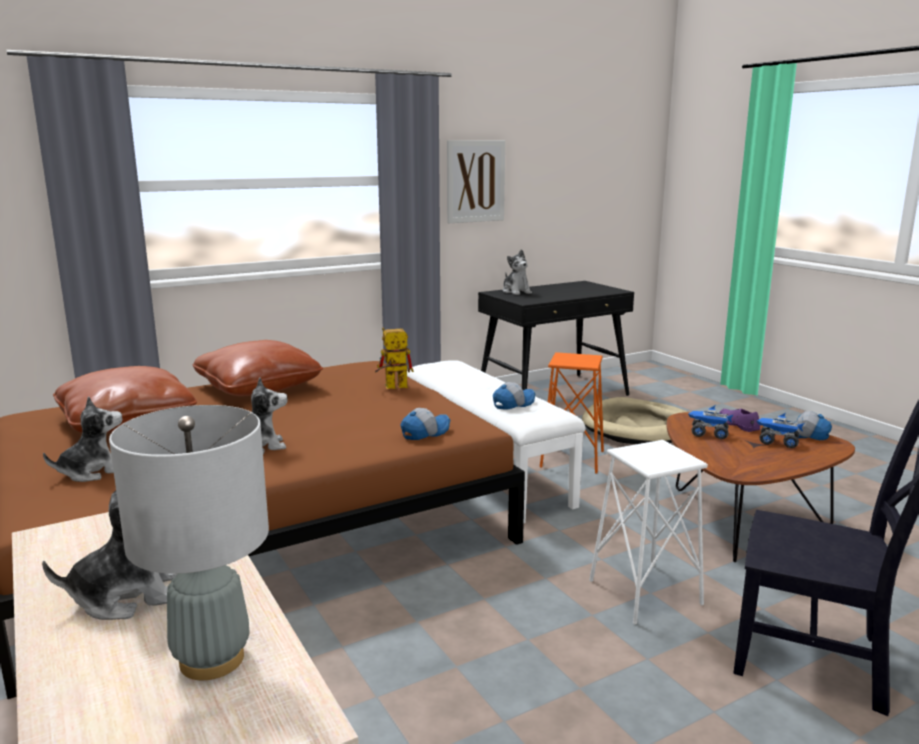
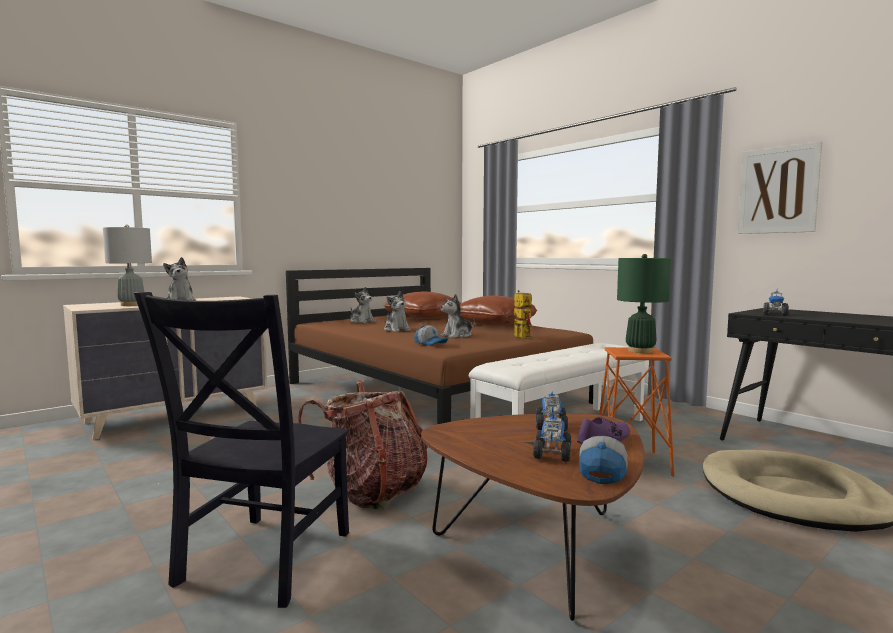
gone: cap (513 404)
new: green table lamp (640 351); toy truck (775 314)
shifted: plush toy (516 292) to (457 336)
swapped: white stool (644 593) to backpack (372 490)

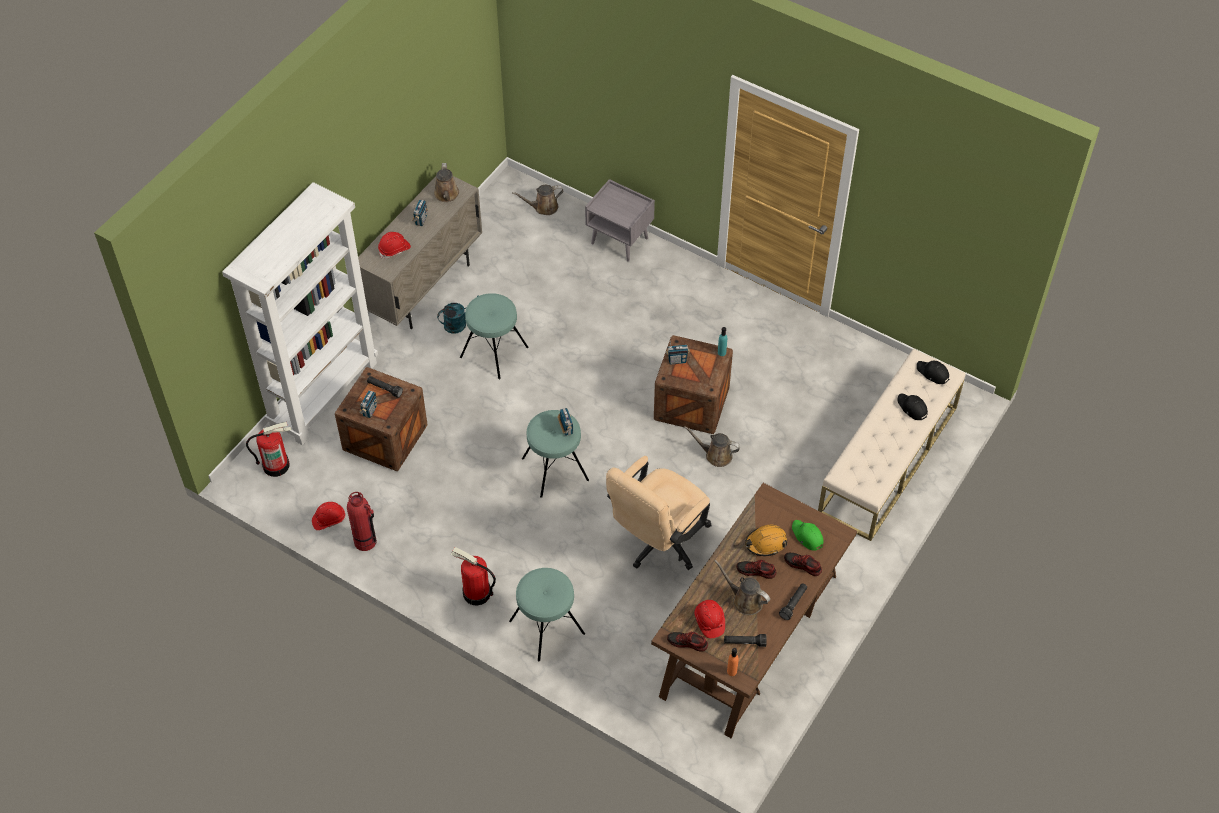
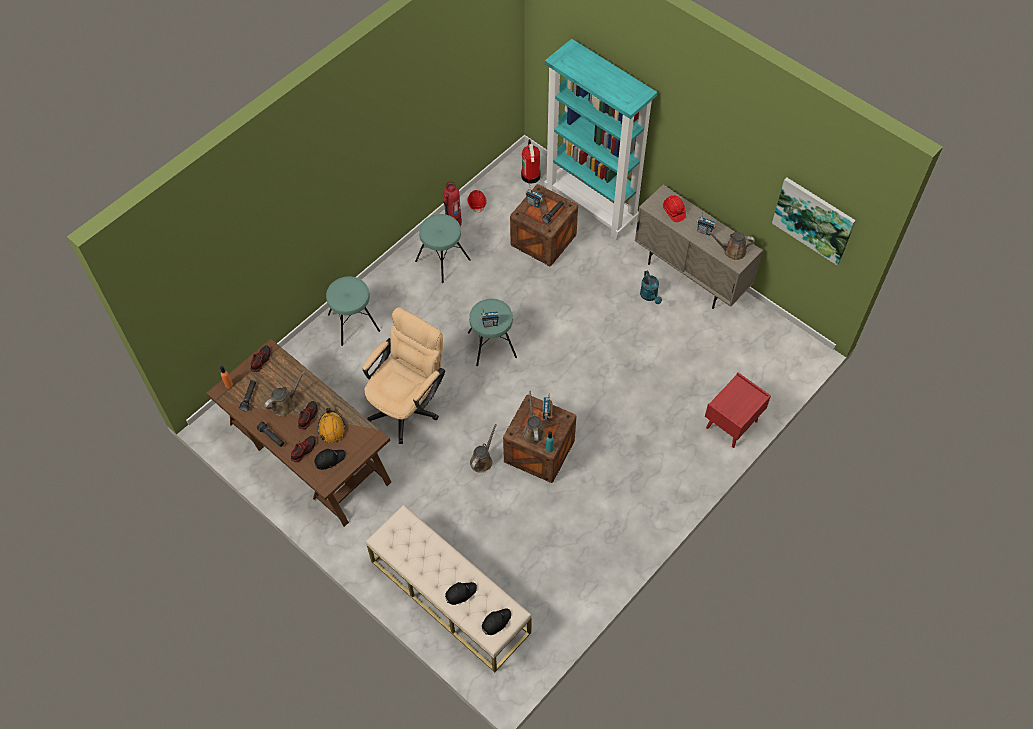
gone: fire extinguisher (476 593); red hard hat (709 621)
new: picture (813 220)
shifted: turquoise stool (494 352) to (442 260); brown watering can (543 207) to (533 431)
repainted: white bookcase (324 393) to turquoise bookcase (592 206); grey nightstand (620 241) to red nightstand (731 425); green cap (807 536) to black cap (329 459)
rotated: beige office chair (658 542) = (408 405) 75 degrees clockwise

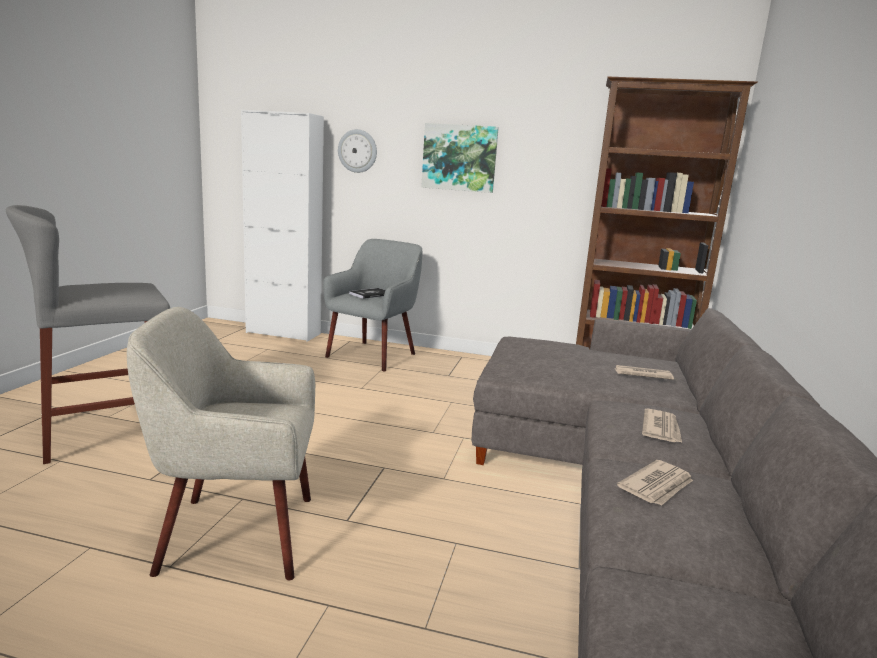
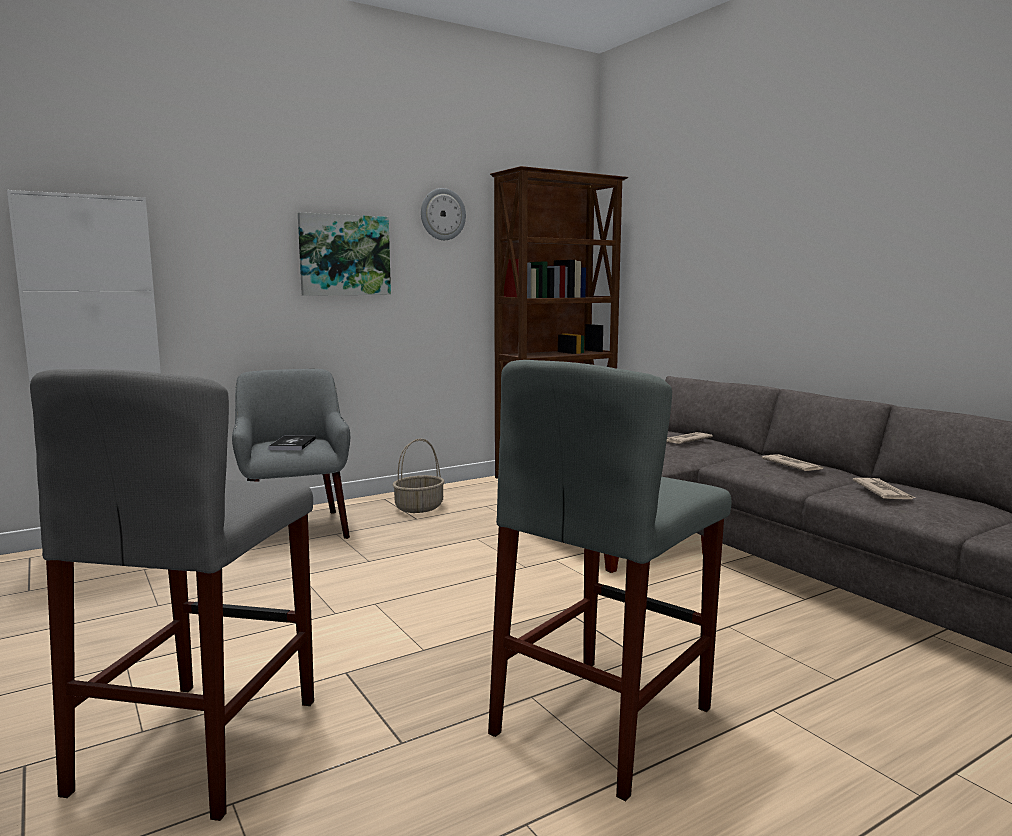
new: basket (419 508)
shifted: wall clock (357 151) to (442 214)
swapped: beige armchair (236 534) to grey stool (603 720)

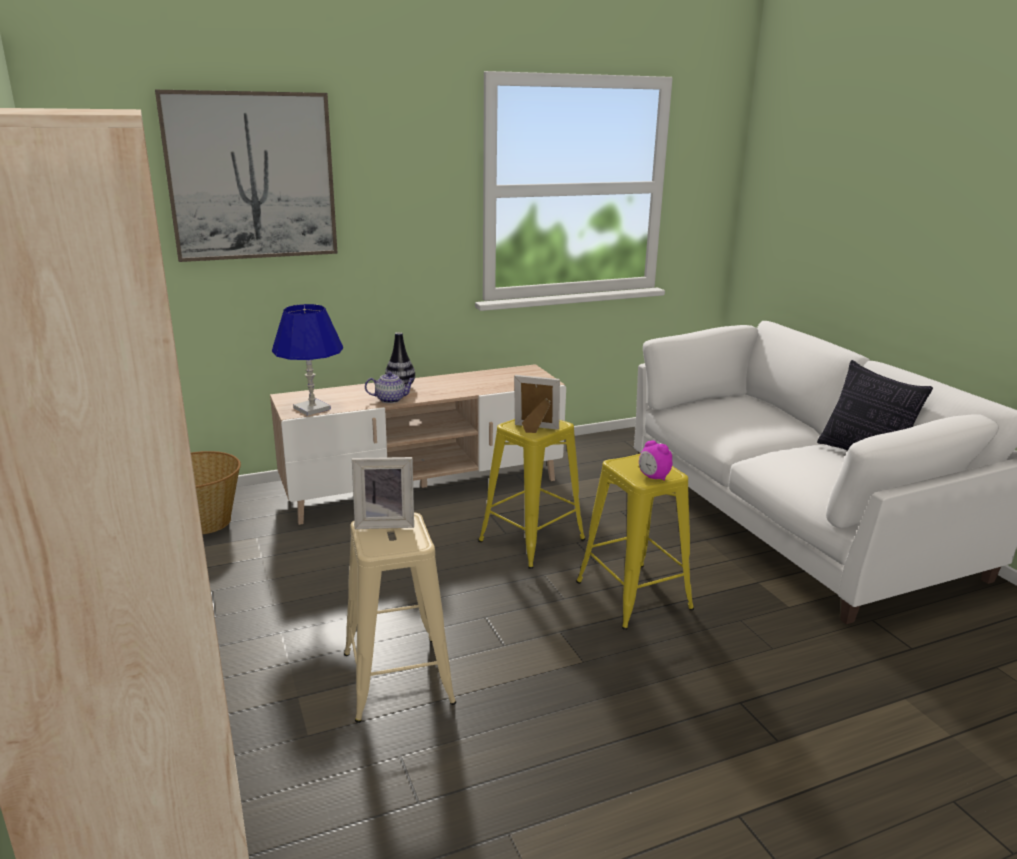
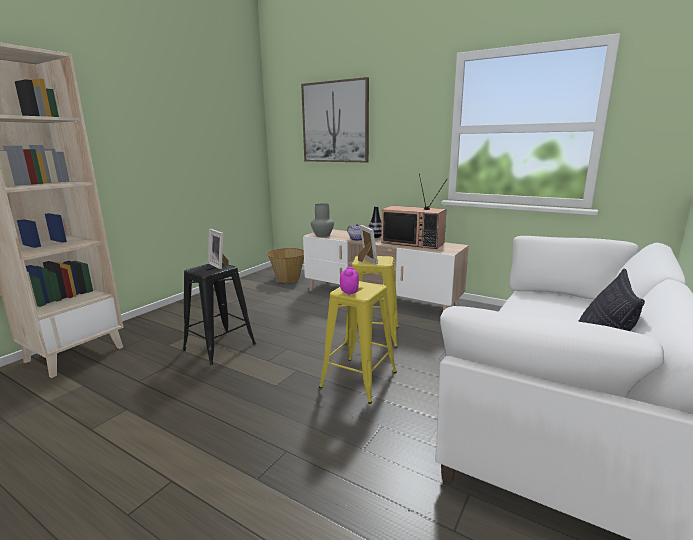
new: television (414 242)
swapped: blue table lamp (312 409) to grey vase (323 235)
repainted: beige stool (397 677) to black stool (219 347)

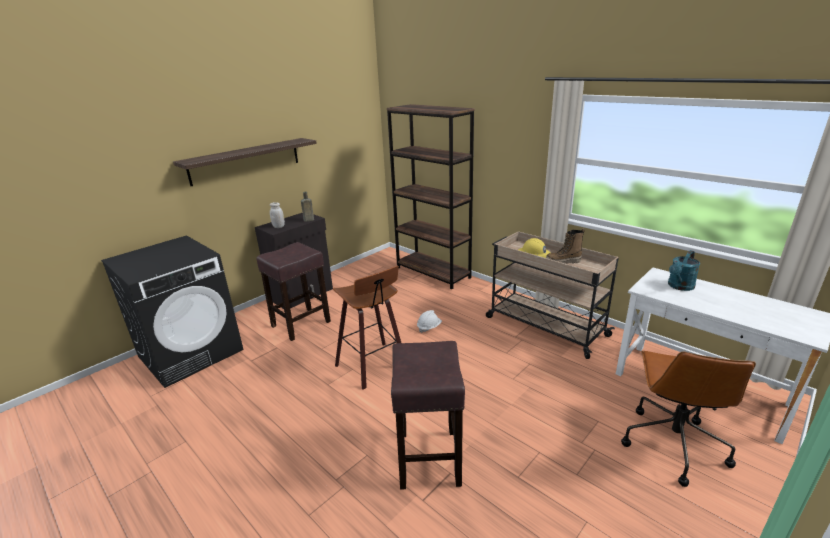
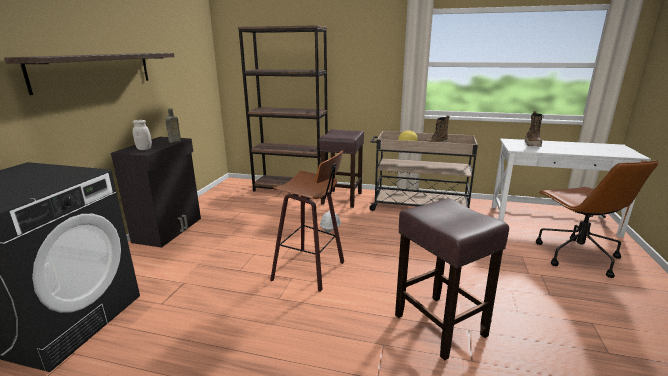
shifted: brown stool (302 323) to (342 198)
swapped: turquoise watering can (679 287) to boot (532 144)

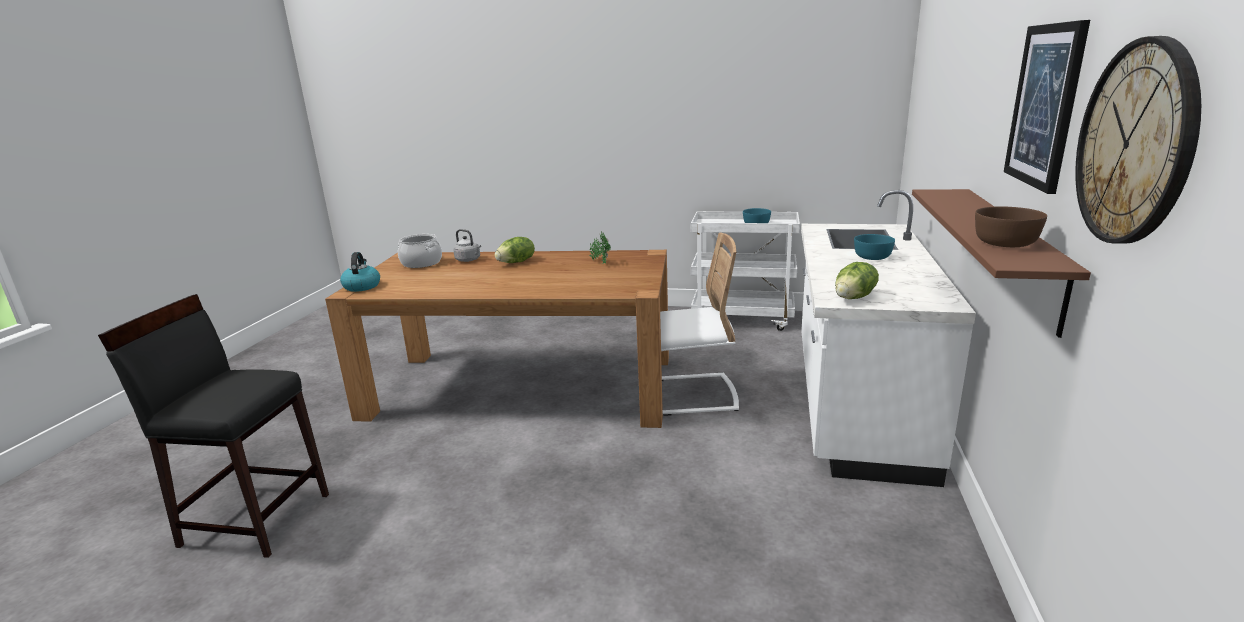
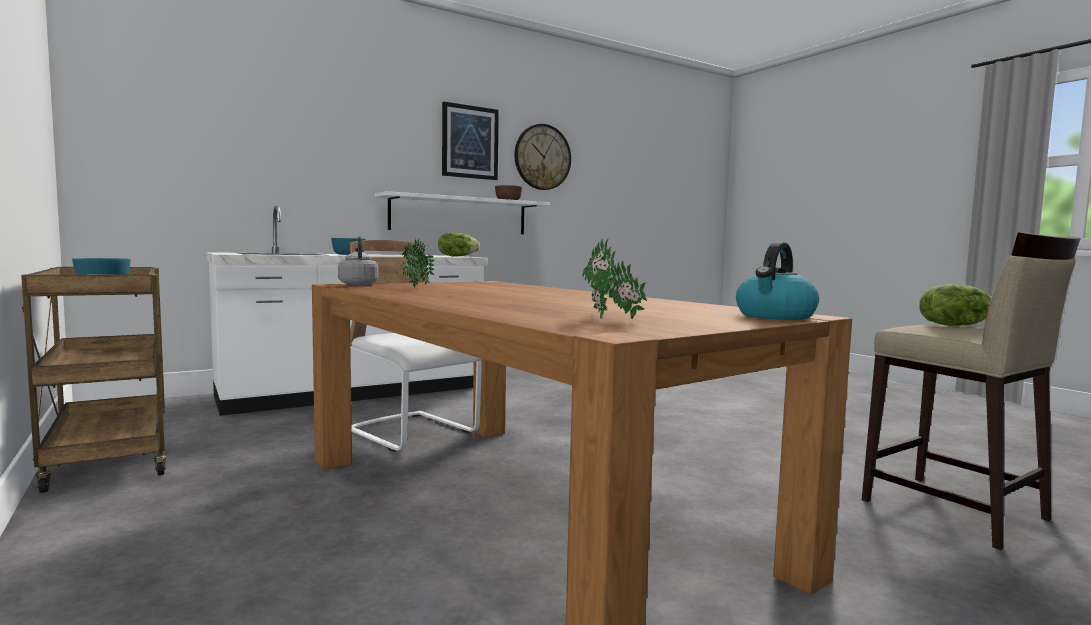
shifted: grey kettle (469 260) to (358 284); lettuce (517 262) to (954 325)
swapped: cooking pot (421 263) to potted plant (611 320)
repainted: black stool (256 518) to beige stool (954 510); white cart (743 319) to brown cart (107 457); brown shelf (1010 252) to white shelf (459 215)

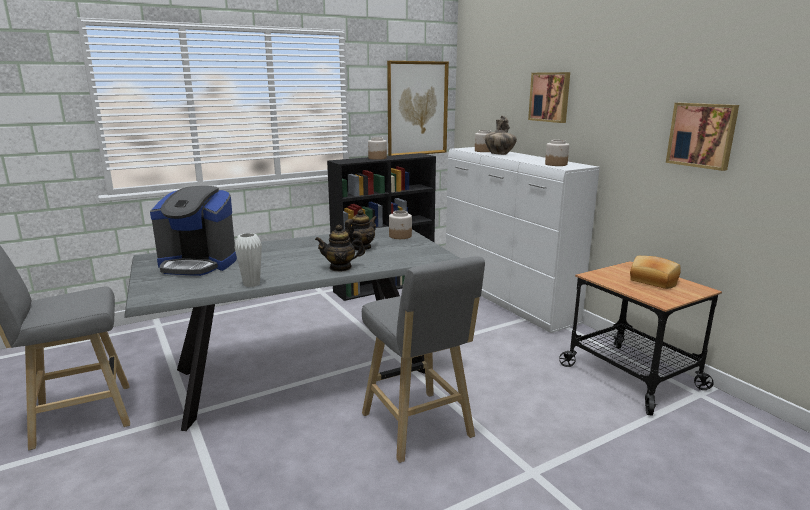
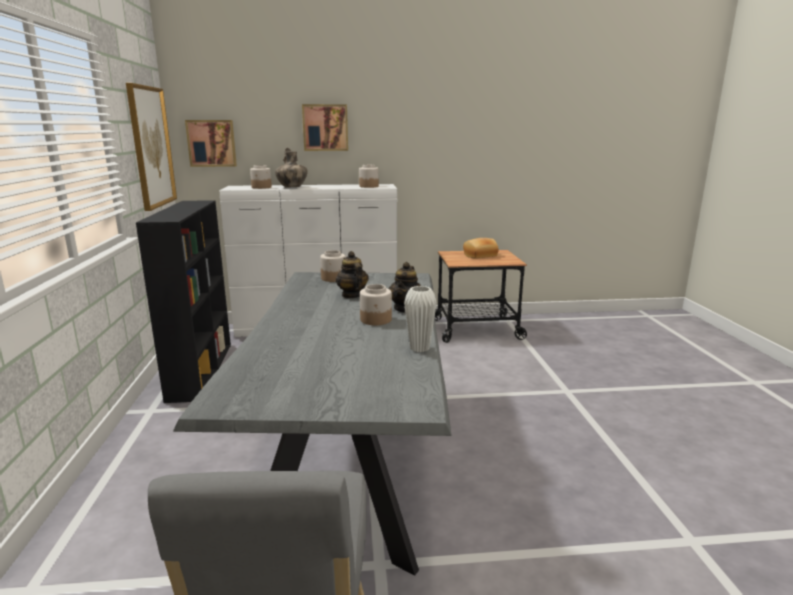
gone: coffee machine (198 264); grey stool (419 428)
shifted: jar (377 158) to (376 320); picture (702 135) to (212 143)

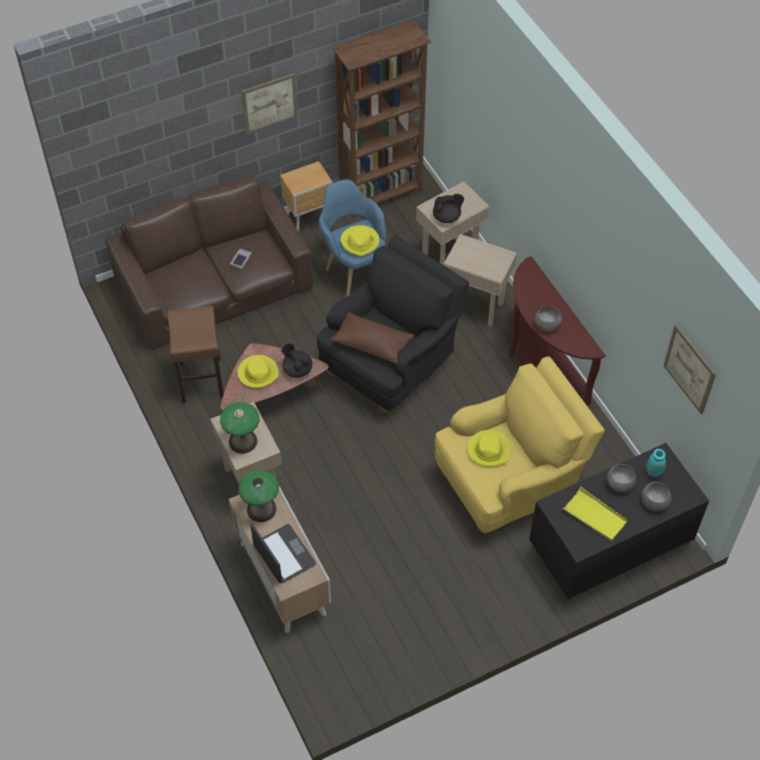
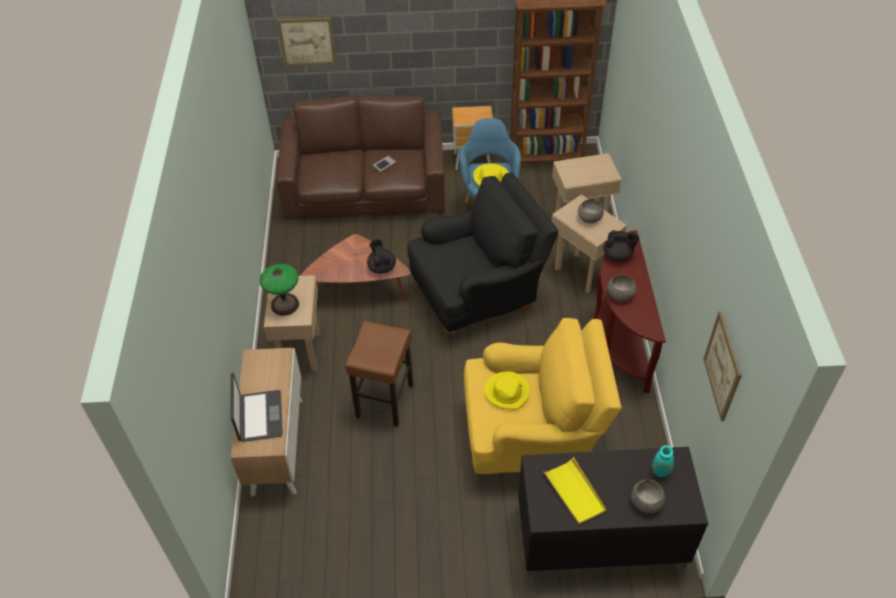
gone: yellow hat (258 373); table lamp (261 509); brown pillow (372 344)
shifted: brown stool (201 381) to (385 401); picture (269 103) to (307 41); black teapot (447 217) to (618 255); grey bowl (620 484) to (589 218)

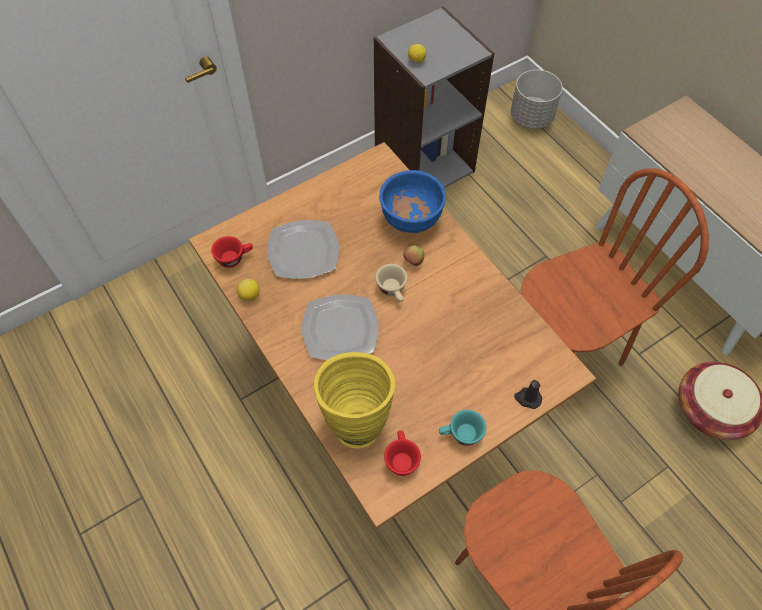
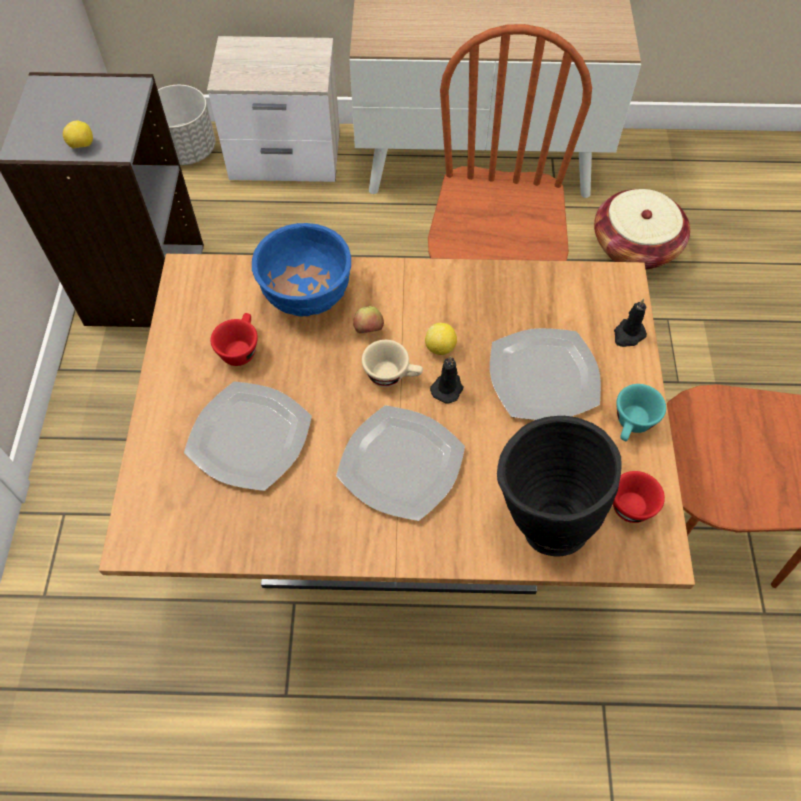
new: nightstand (287 156); black candle (448 388); plate (542 376)
shifted: red cup (234 258) to (240 348); lemon (249 295) to (440 348)
repainted: yellow vase (355 419) to black vase (539 522)

